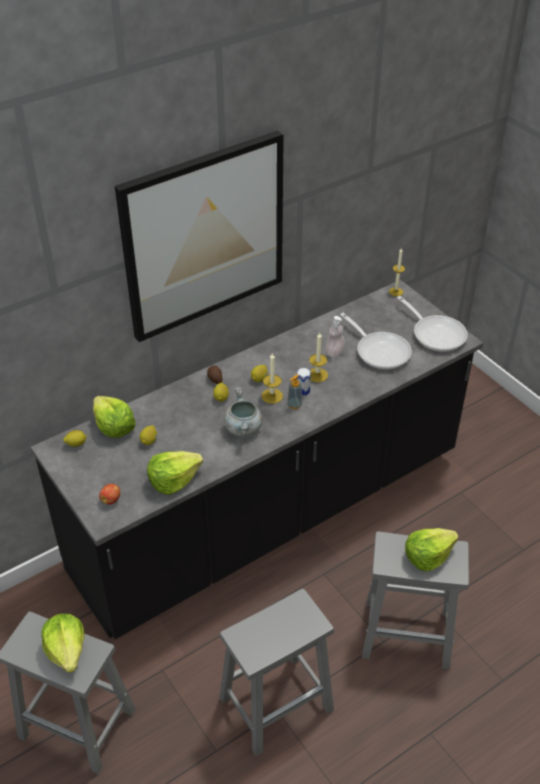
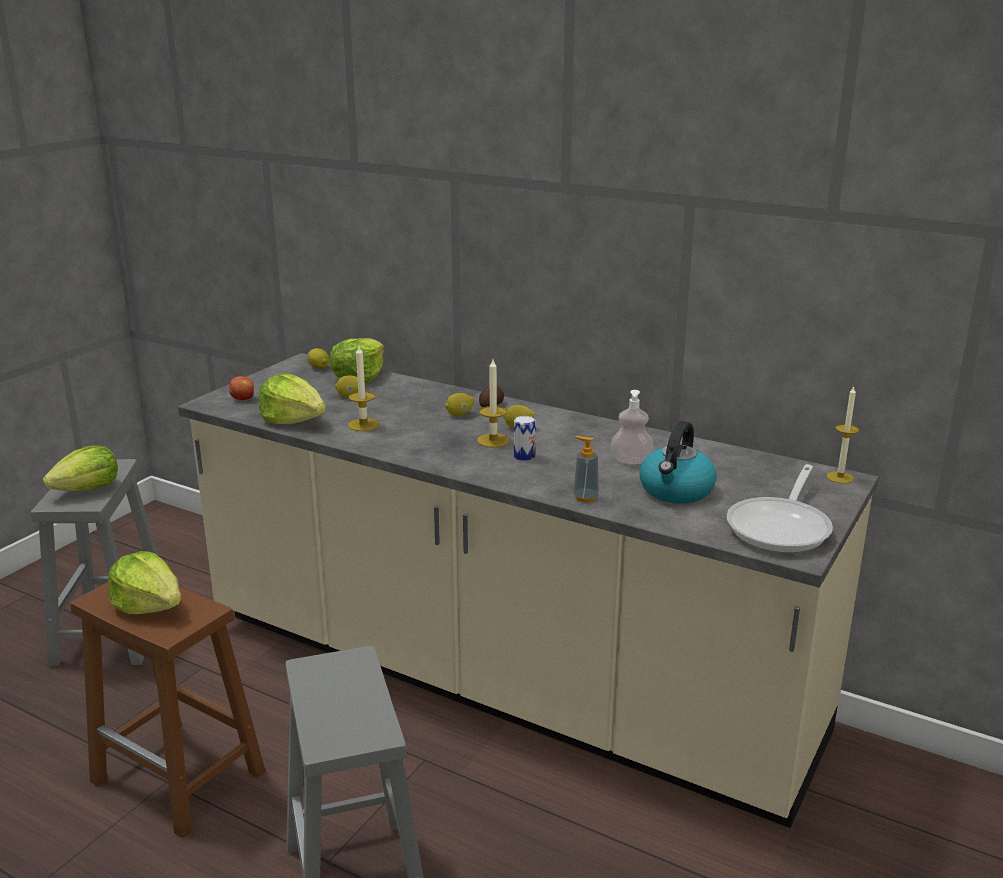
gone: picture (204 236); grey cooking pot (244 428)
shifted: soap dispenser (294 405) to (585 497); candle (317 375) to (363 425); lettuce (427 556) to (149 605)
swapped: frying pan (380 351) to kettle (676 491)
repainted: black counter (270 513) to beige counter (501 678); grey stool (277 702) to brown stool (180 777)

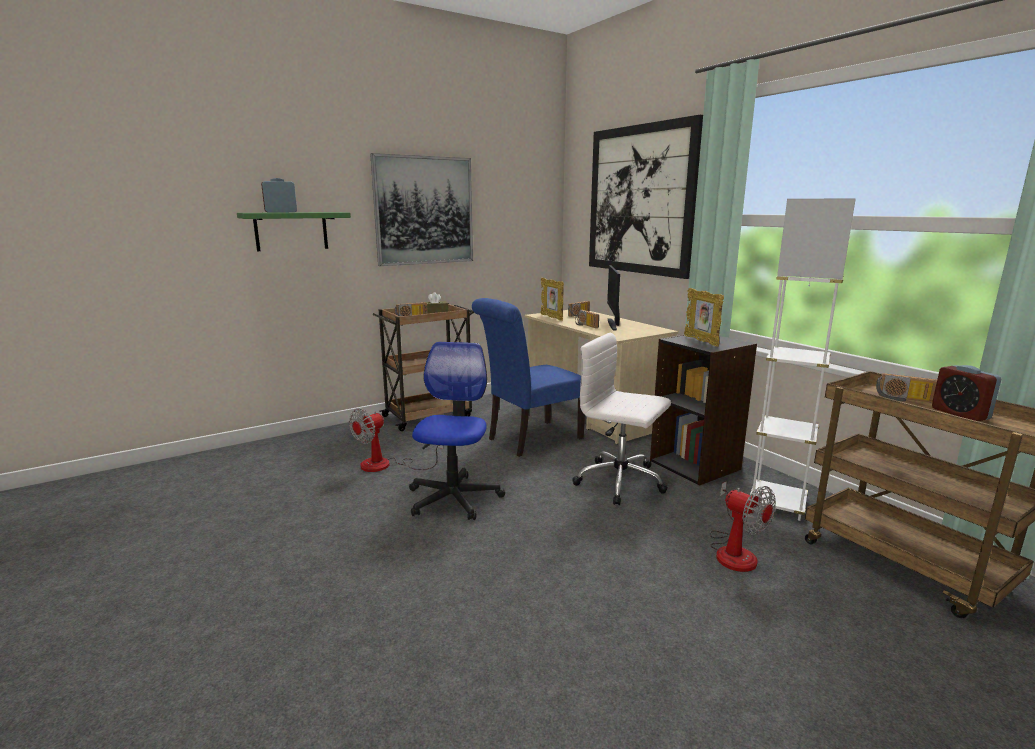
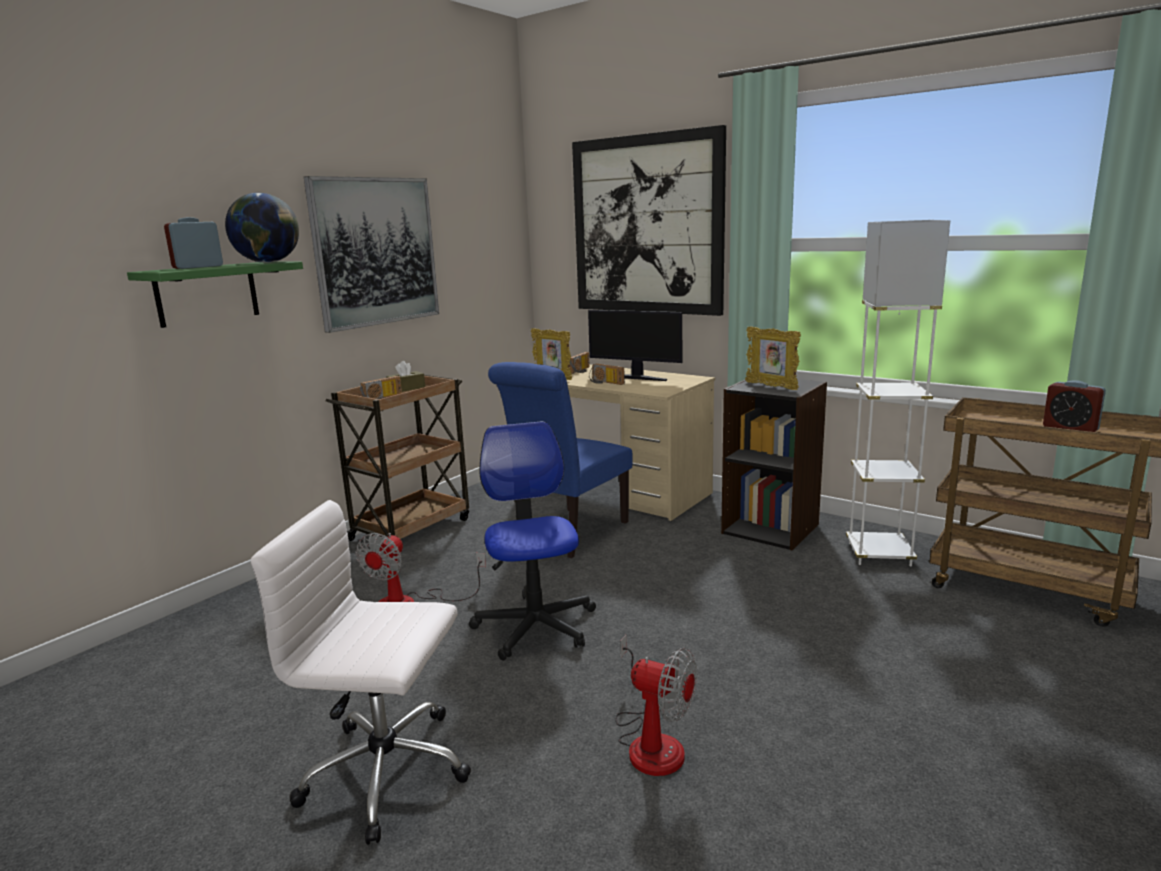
gone: radio (905 399)
new: globe (268 262)
shifted: white office chair (621 482) to (389 772); fan (734 551) to (651 741)
rotated: monitor (613 324) = (636 378) 45 degrees counterclockwise

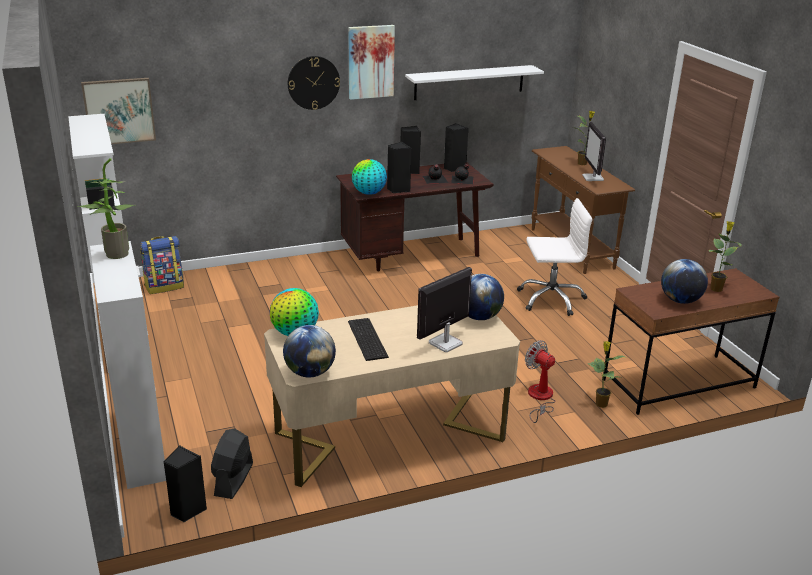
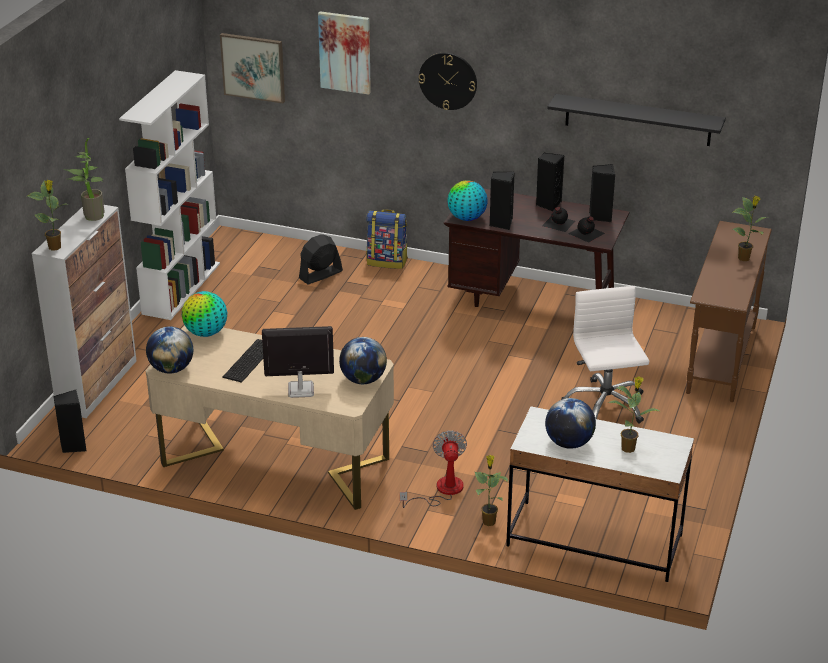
gone: monitor (593 178)
new: potted plant (55 247)
shifted: backpack (164 286) to (387 261); black fan (233 480) to (320 275); picture (370 62) to (345 52)
repainted: white shelf (469 82) to black shelf (638 120); brown desk (678 384) to white desk (594 540)
rotated: white office chair (551 299) = (605 405) 135 degrees counterclockwise

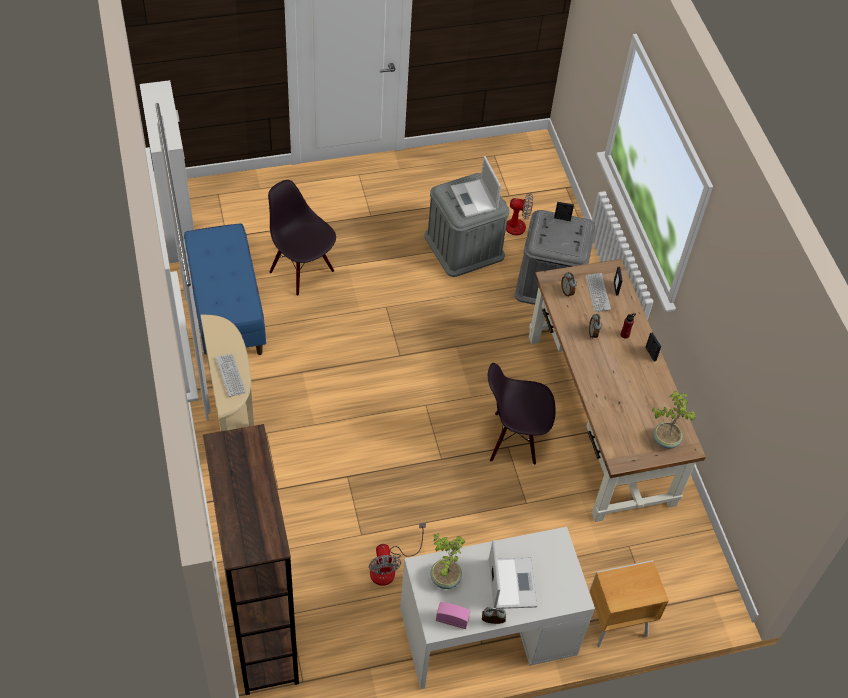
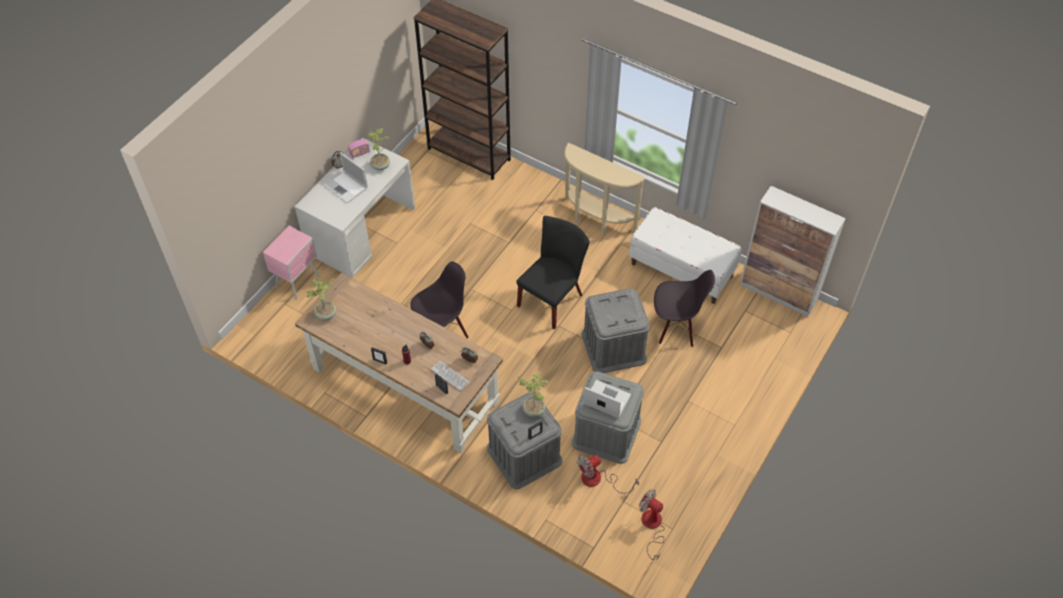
gone: keyboard (230 375)
new: black chair (553 298); potted plant (534 410); grey storage box (613 346)
shifted: fan (389 567) to (652 526)
repainted: blue bench (226 311) to white bench (682 270); brown nightstand (614 623) to pink nightstand (298 281)

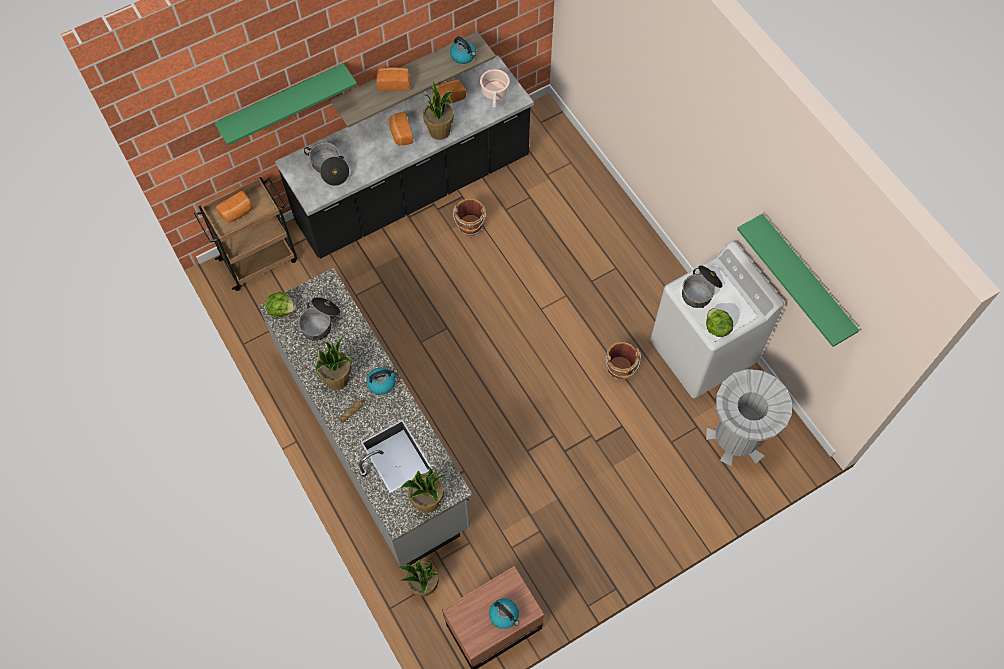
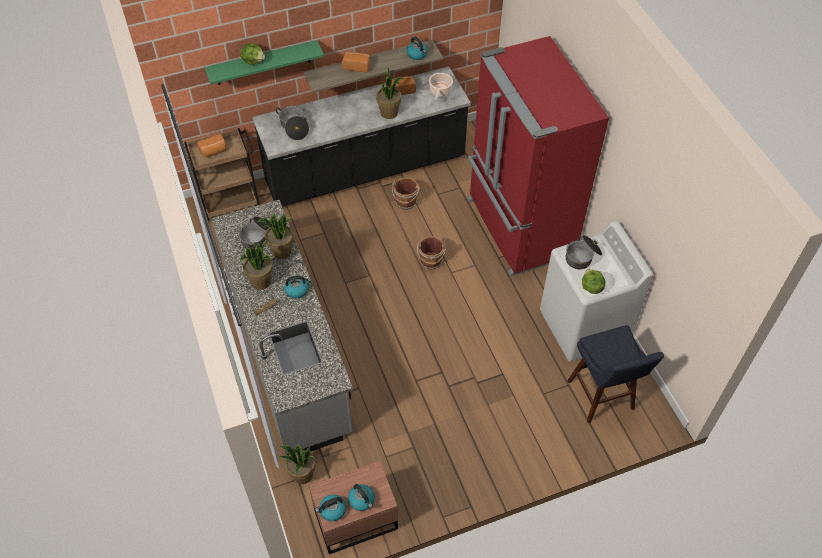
gone: bread (401 134); green shelf (805 278)
new: kettle (332 510); red fridge (518 228)
shifted: lettuce (282 310) to (254 61); potted plant (427 501) to (281 252); brown bucket (620 369) to (431 262)
swapped: grey trash can (736 437) to blue stool (602 398)

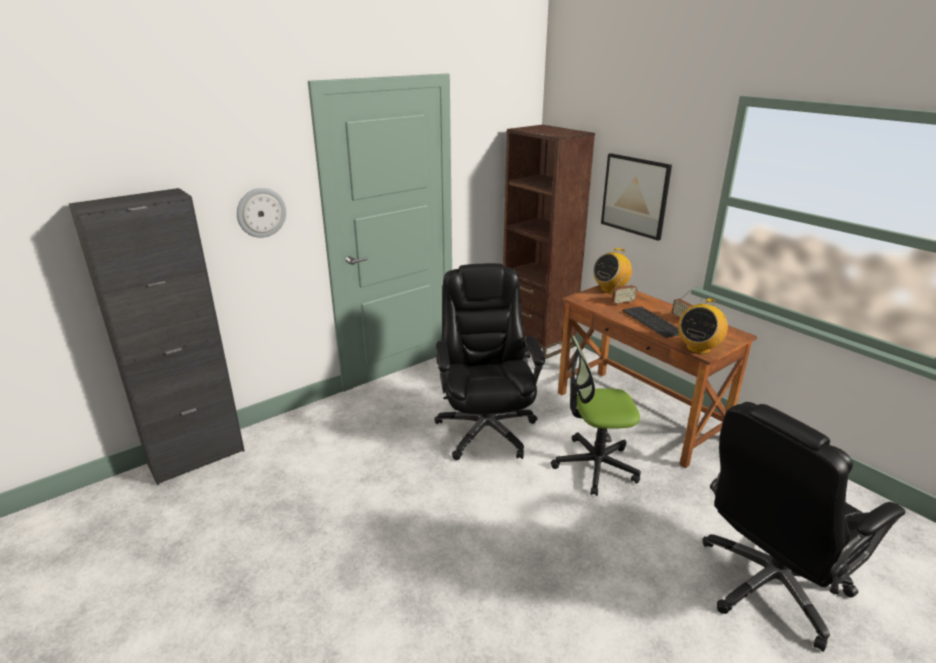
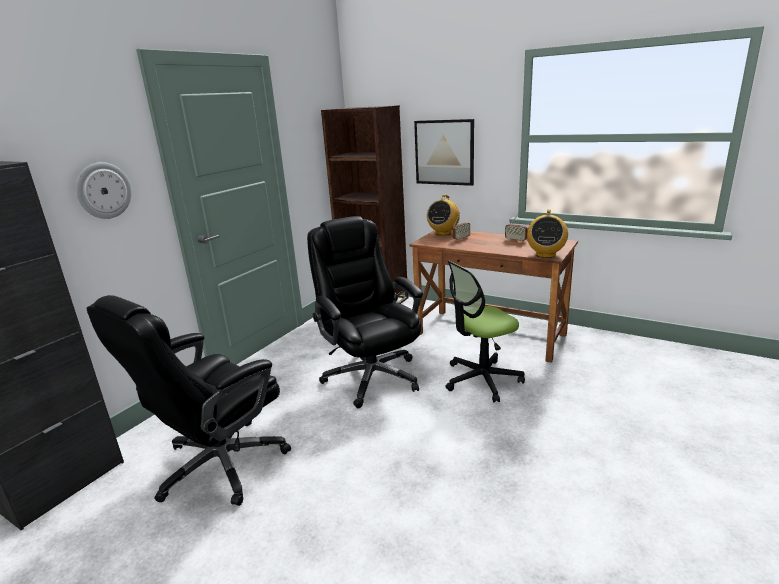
gone: keyboard (653 322)
shifted: black office chair (769 586) to (219 465)

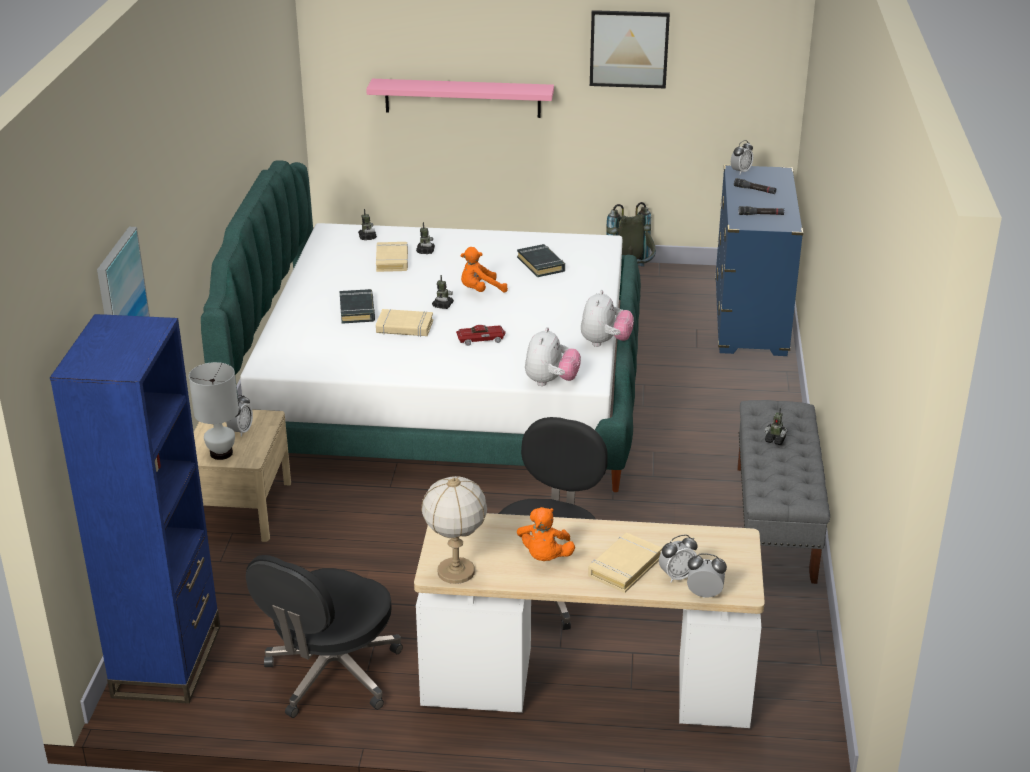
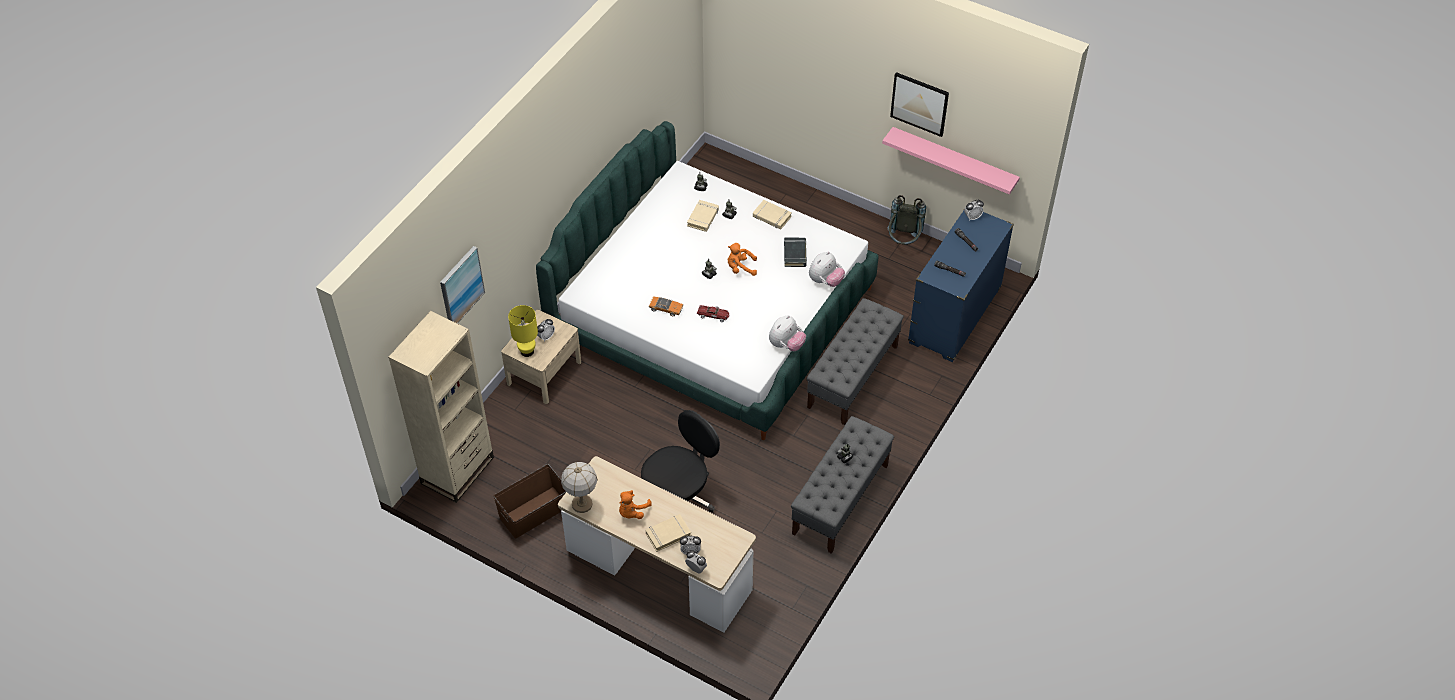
gone: black book (357 310)
new: toy car (666 308); grey bench (853 376)
shifted: pink shelf (462 98) to (954 160); beige book (404 327) to (771 217); plush toy (551 382) to (825 281)
swapped: black office chair (331 675) to brown storage box (534 512)
repainted: blue bookcase (167 661) to beige bookcase (457 470); white table lamp (221 453) to yellow table lamp (527 351)

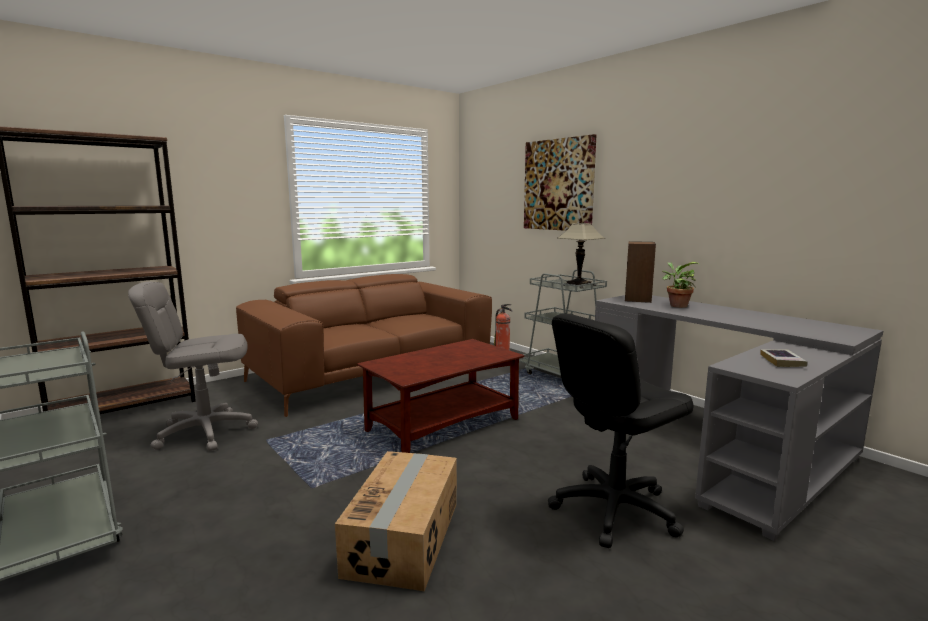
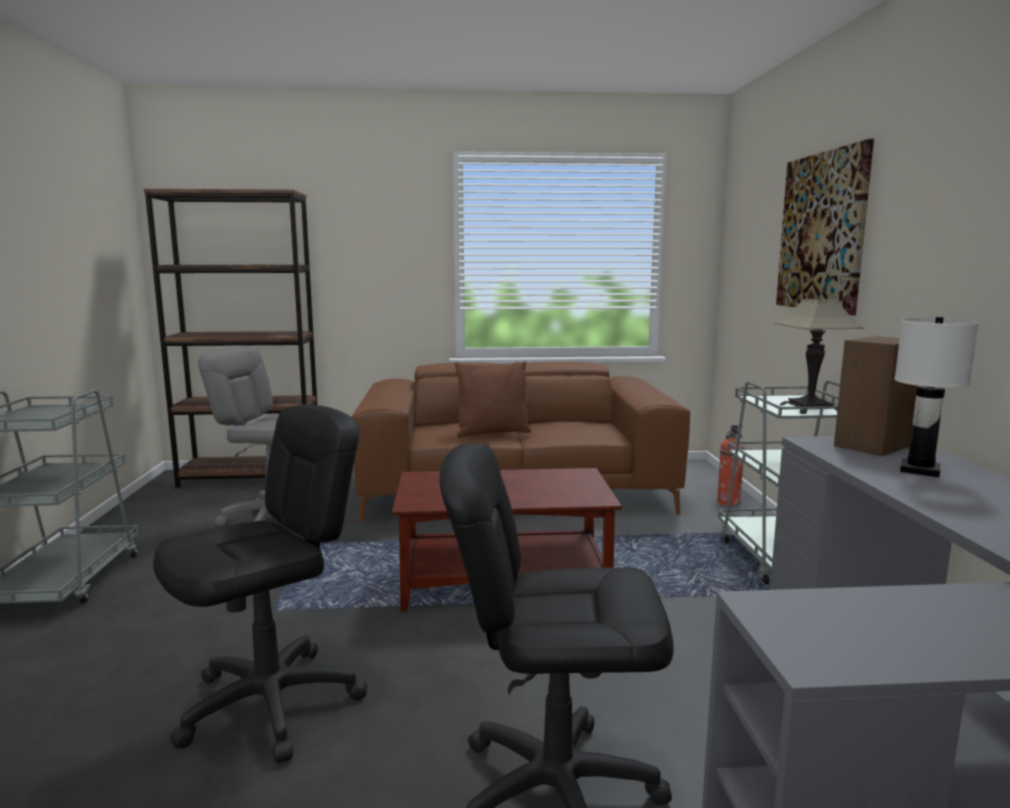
gone: book (782 361)
new: brown pillow (492 433)
swapped: cardboard box (405 537) to black office chair (271 704); potted plant (676 305) to white table lamp (920 470)

